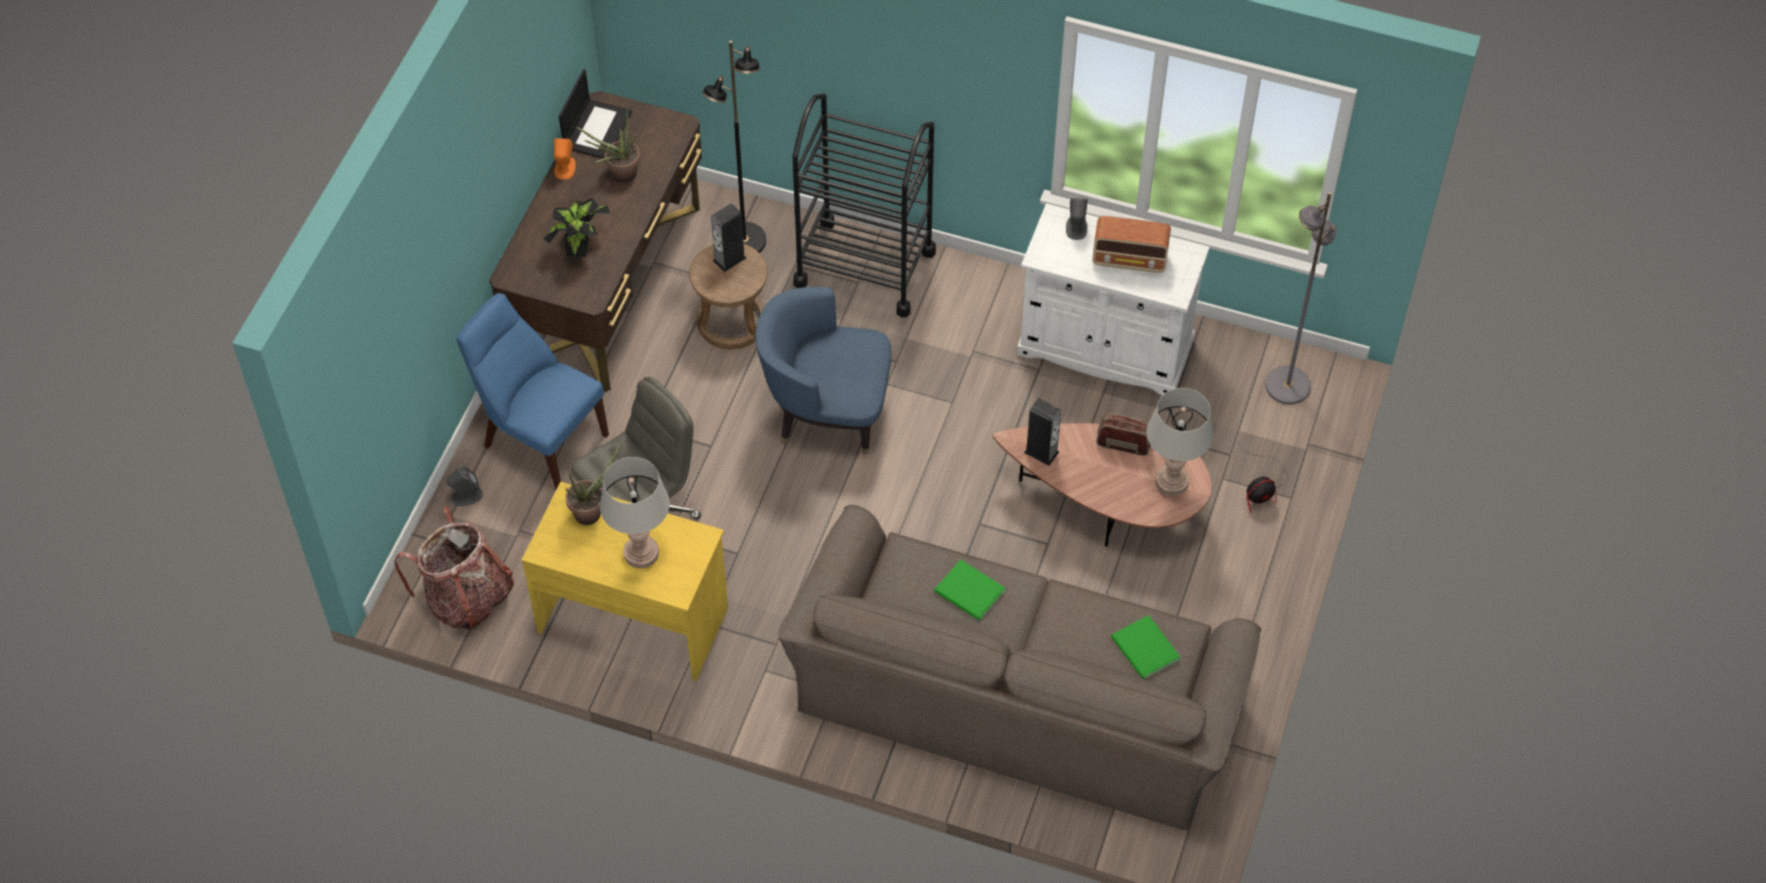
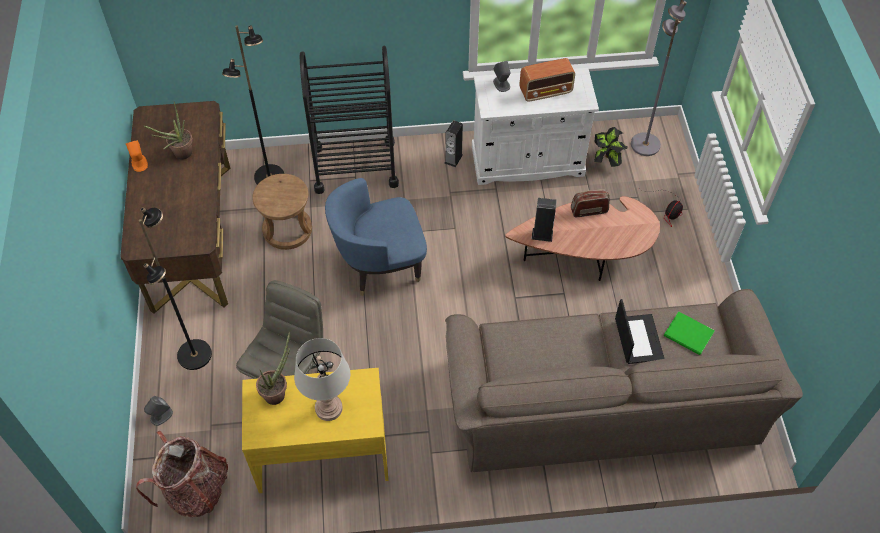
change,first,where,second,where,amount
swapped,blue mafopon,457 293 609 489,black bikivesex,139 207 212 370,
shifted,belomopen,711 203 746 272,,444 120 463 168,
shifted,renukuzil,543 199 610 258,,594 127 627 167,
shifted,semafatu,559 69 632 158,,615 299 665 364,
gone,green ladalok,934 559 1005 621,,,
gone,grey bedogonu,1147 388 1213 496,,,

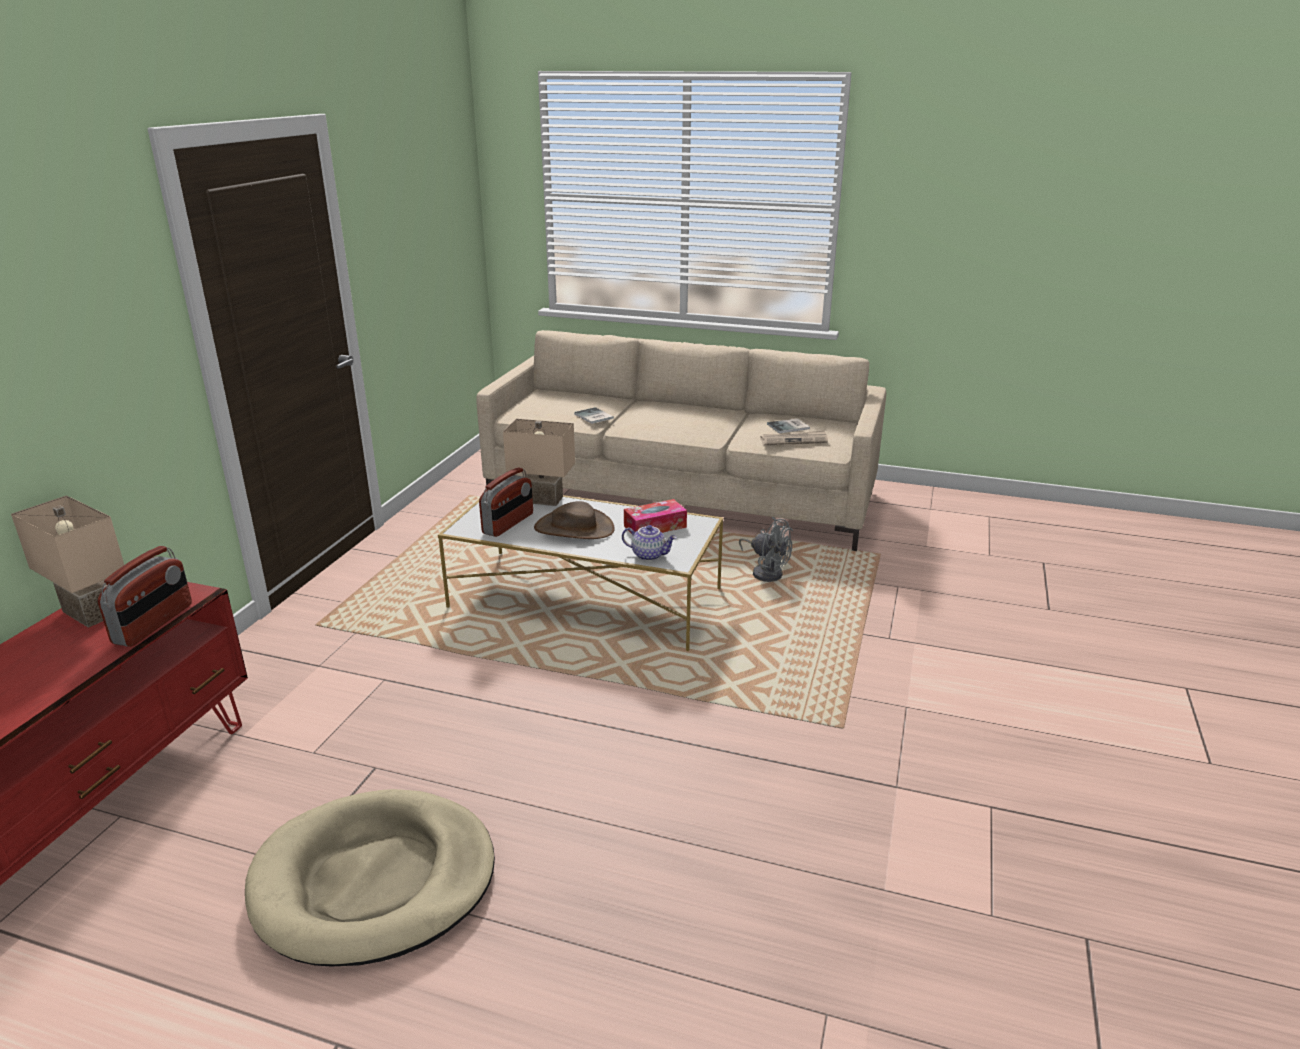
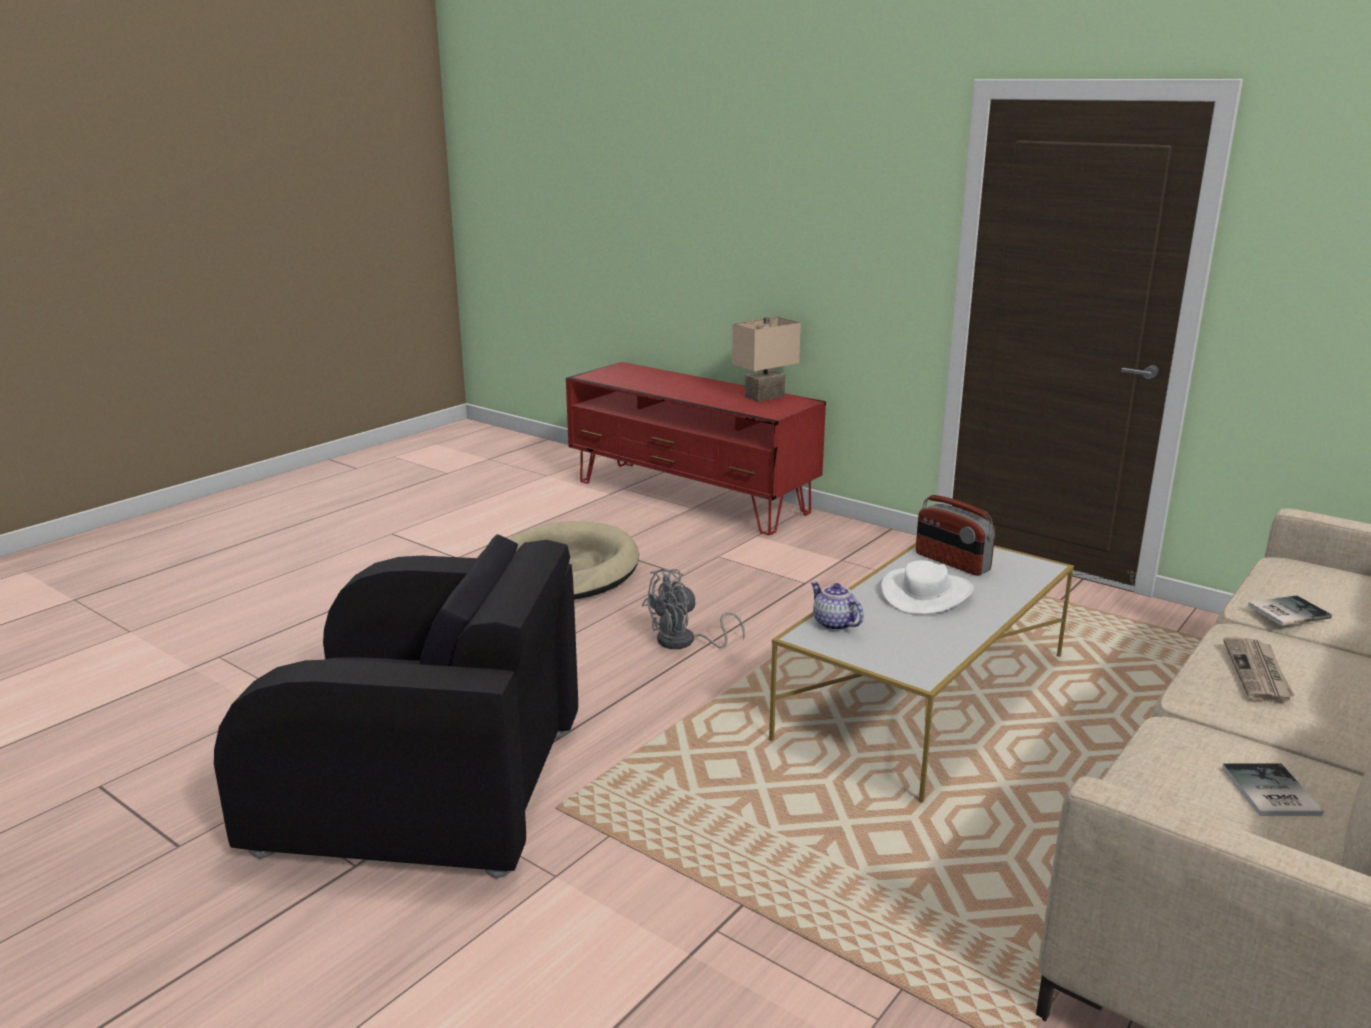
change,first,where,second,where,amount
new,,,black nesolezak,214 534 578 879,
shifted,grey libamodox,739 517 793 582,,642 569 745 649,
rotated,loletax,622 525 677 561,,810 581 864 631,105 degrees clockwise
repainted,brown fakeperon,534 501 615 539,white fakeperon,881 560 974 615,
shifted,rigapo,760 430 828 445,,1223 637 1295 703,
gone,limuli,98 546 192 647,,,
gone,beige bedogonu,503 419 575 506,,,
gone,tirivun,624 499 687 534,,,

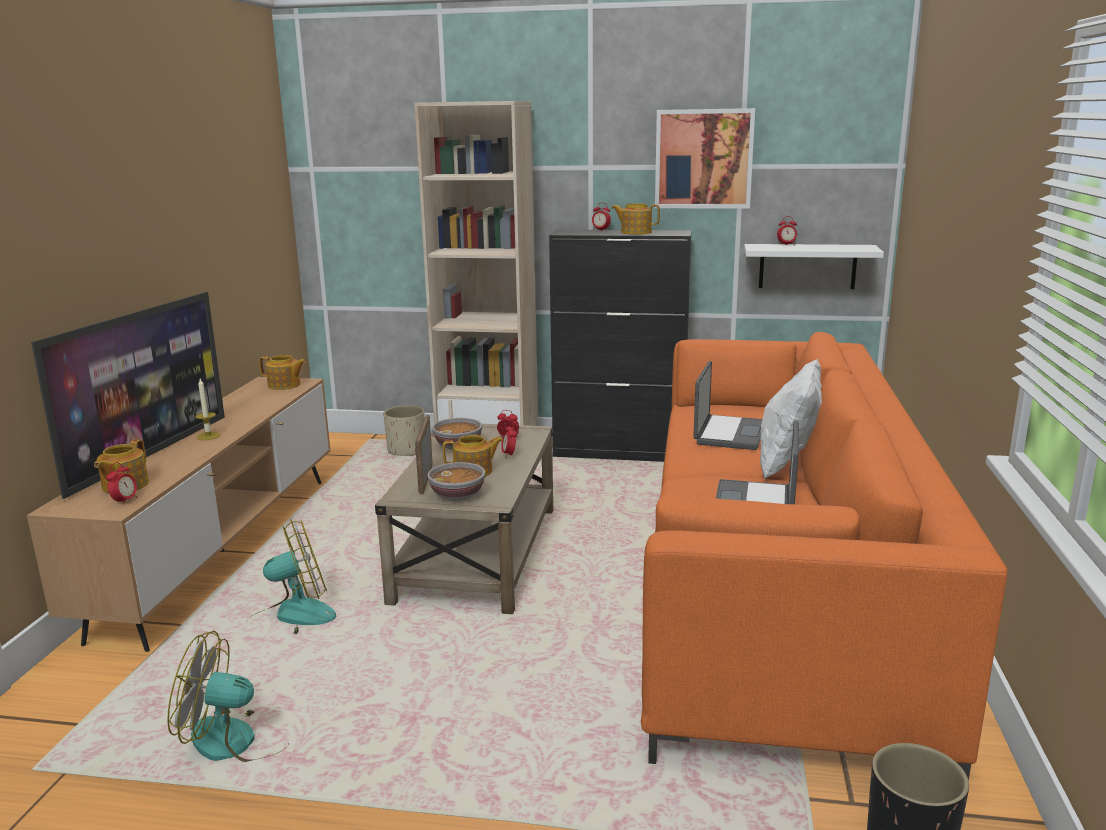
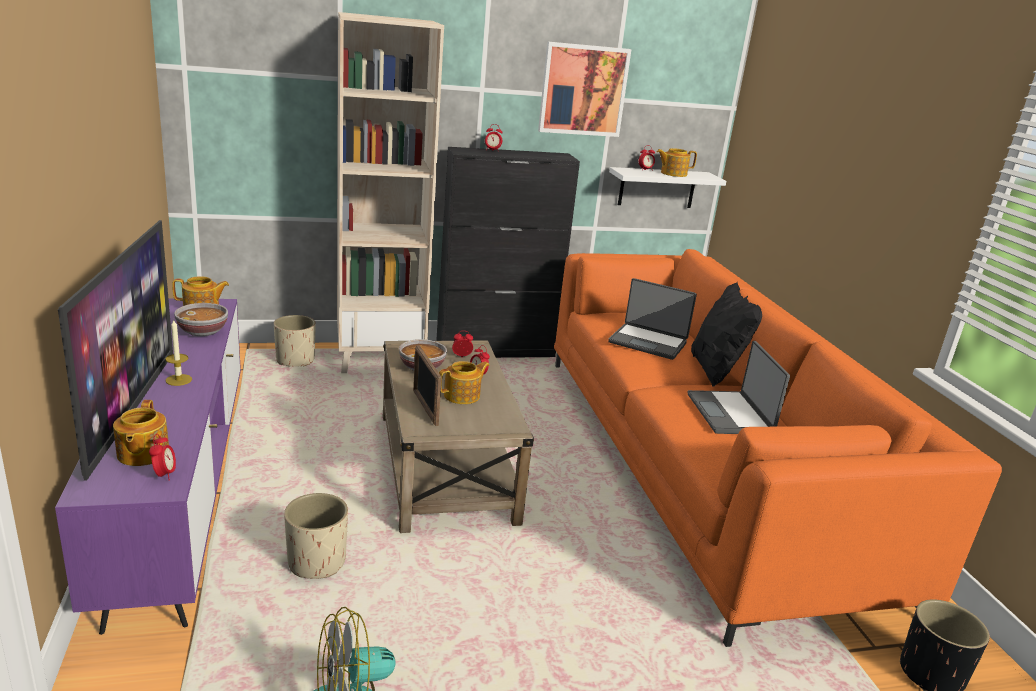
change,first,where,second,where,amount
repainted,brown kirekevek,27 377 330 652,purple kirekevek,55 298 241 635,
shifted,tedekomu,428 462 485 501,,174 303 228 336,
swapped,libamodox,246 518 336 635,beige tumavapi,284 493 348 579,
rotated,semafatu,693 361 762 450,,608 278 697 360,120 degrees clockwise
shifted,loletax,612 203 660 235,,657 148 697 177,
repainted,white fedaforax,760 359 822 479,black fedaforax,691 282 762 387,

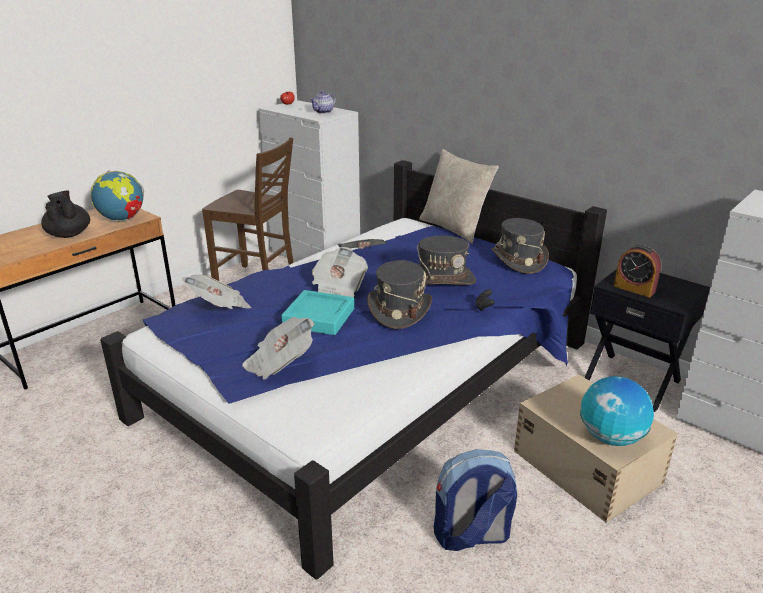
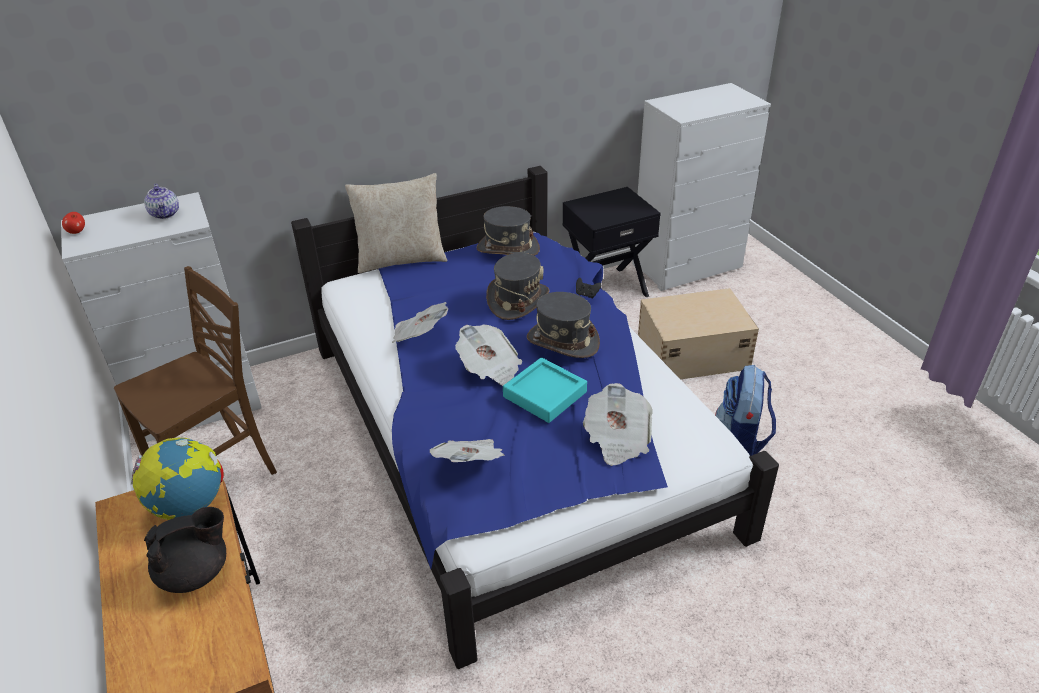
change,first,where,second,where,amount
rotated,black loletax,41 190 90 238,,144 507 226 593,150 degrees clockwise
gone,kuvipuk,580 376 654 446,,,
gone,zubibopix,614 245 661 297,,,

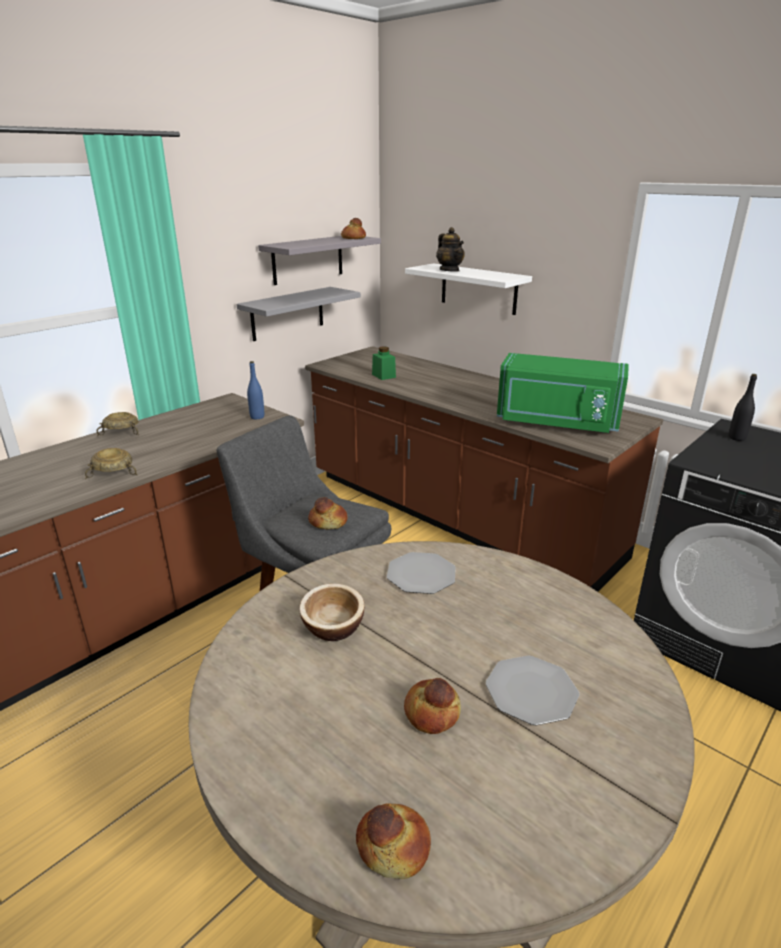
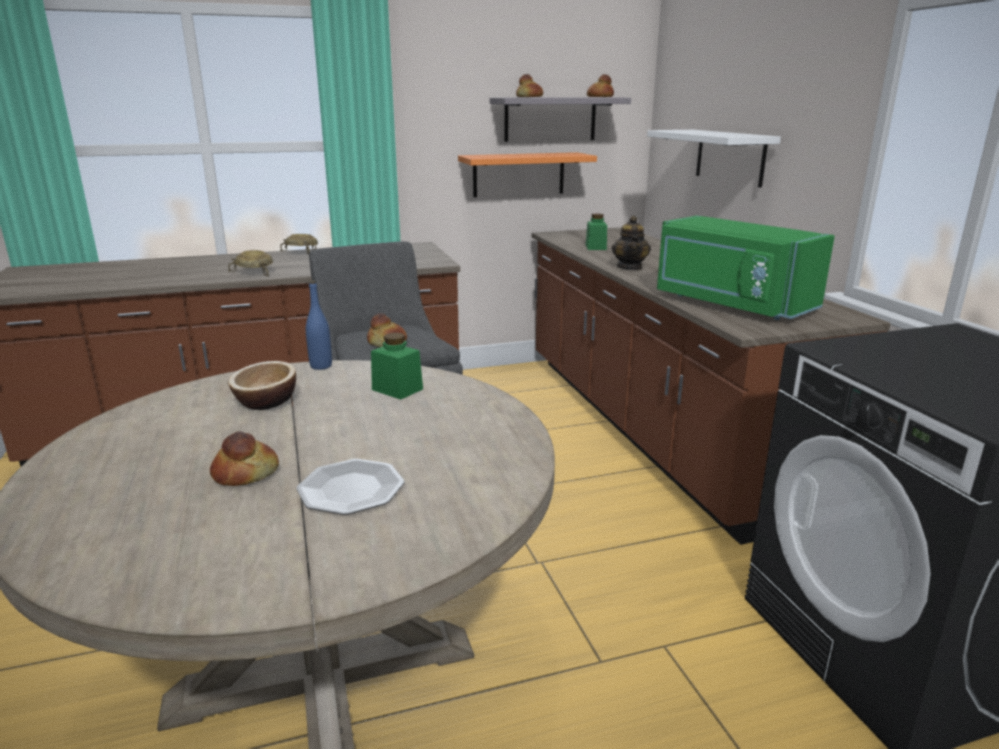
change,first,where,second,where,amount
shifted,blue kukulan,247 361 264 419,,306 281 332 370,
swapped,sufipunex,387 552 456 594,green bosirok,371 333 423 400,
repainted,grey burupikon,237 287 361 341,orange burupikon,458 152 597 197,
shifted,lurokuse,356 803 431 879,,516 74 543 97,
shifted,loletax,436 227 465 272,,611 216 651 270,
gone,black kukulan,729 374 757 441,,,

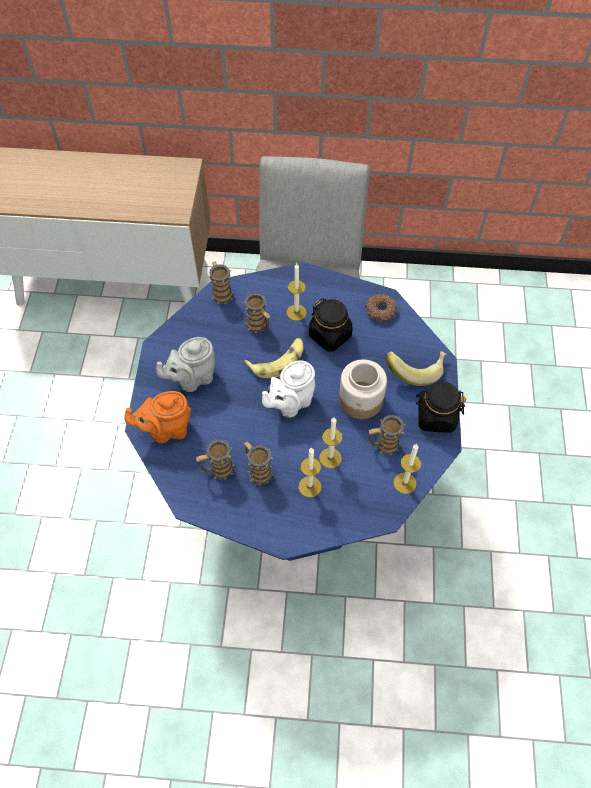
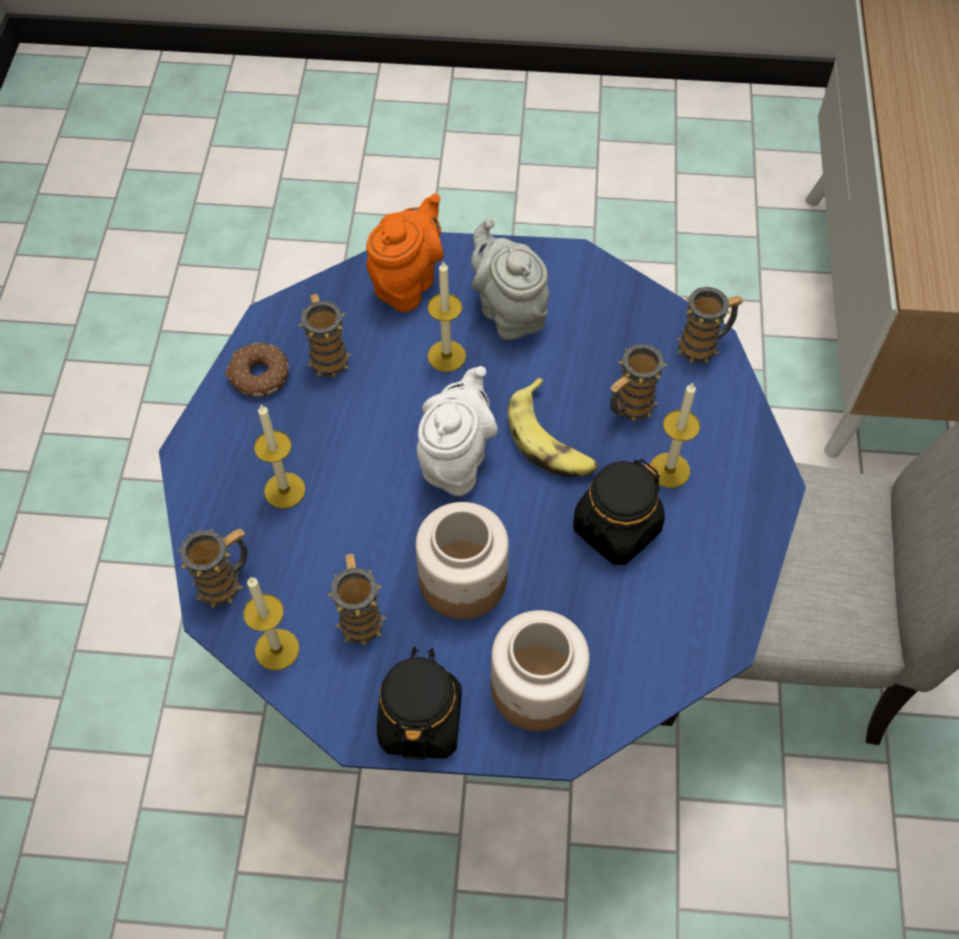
change,first,where,second,where,amount
shifted,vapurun,244 442 274 486,,177 529 247 609,
shifted,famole,366 294 397 322,,225 343 289 397,
rotated,orange loletax,124 391 191 443,,366 194 443 312,45 degrees clockwise
rotated,white loletax,262 360 315 418,,417 366 498 496,60 degrees clockwise
shifted,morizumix,319 417 343 468,,428 262 466 372,
swapped,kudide,386 351 446 386,bosirok,491 610 589 731,

